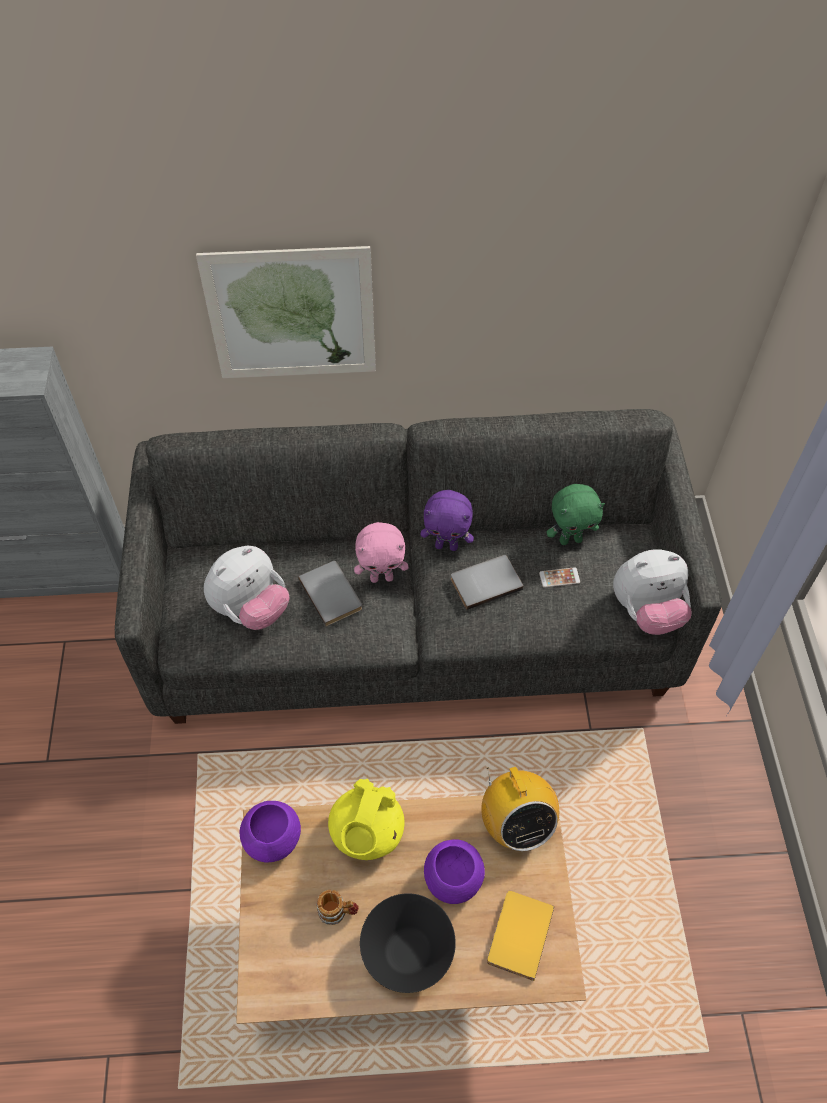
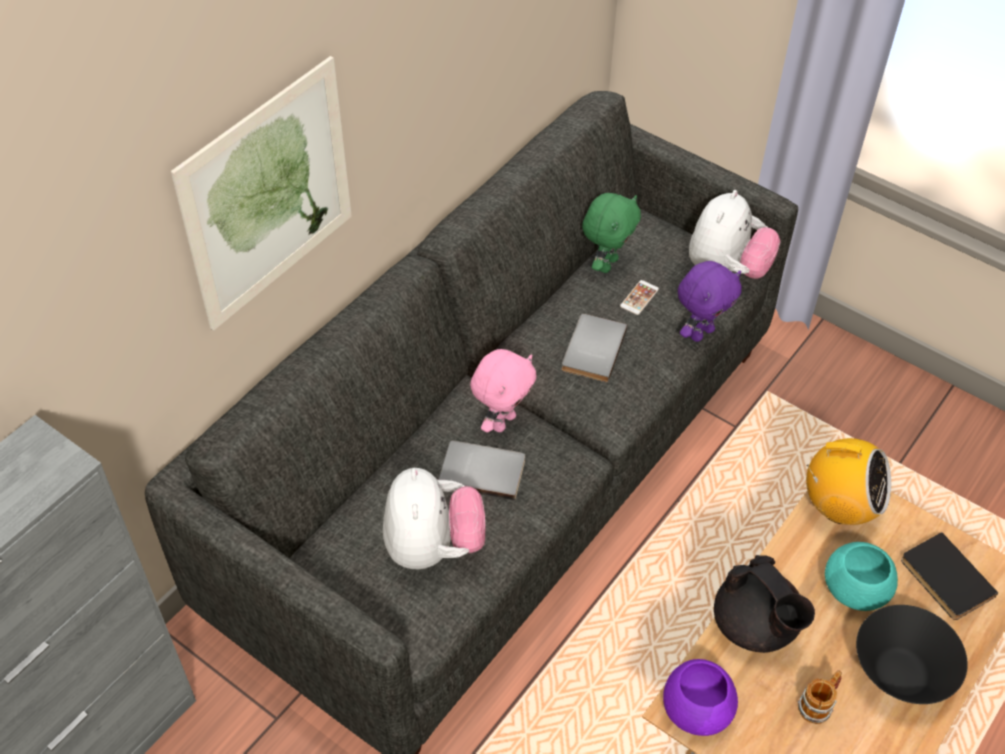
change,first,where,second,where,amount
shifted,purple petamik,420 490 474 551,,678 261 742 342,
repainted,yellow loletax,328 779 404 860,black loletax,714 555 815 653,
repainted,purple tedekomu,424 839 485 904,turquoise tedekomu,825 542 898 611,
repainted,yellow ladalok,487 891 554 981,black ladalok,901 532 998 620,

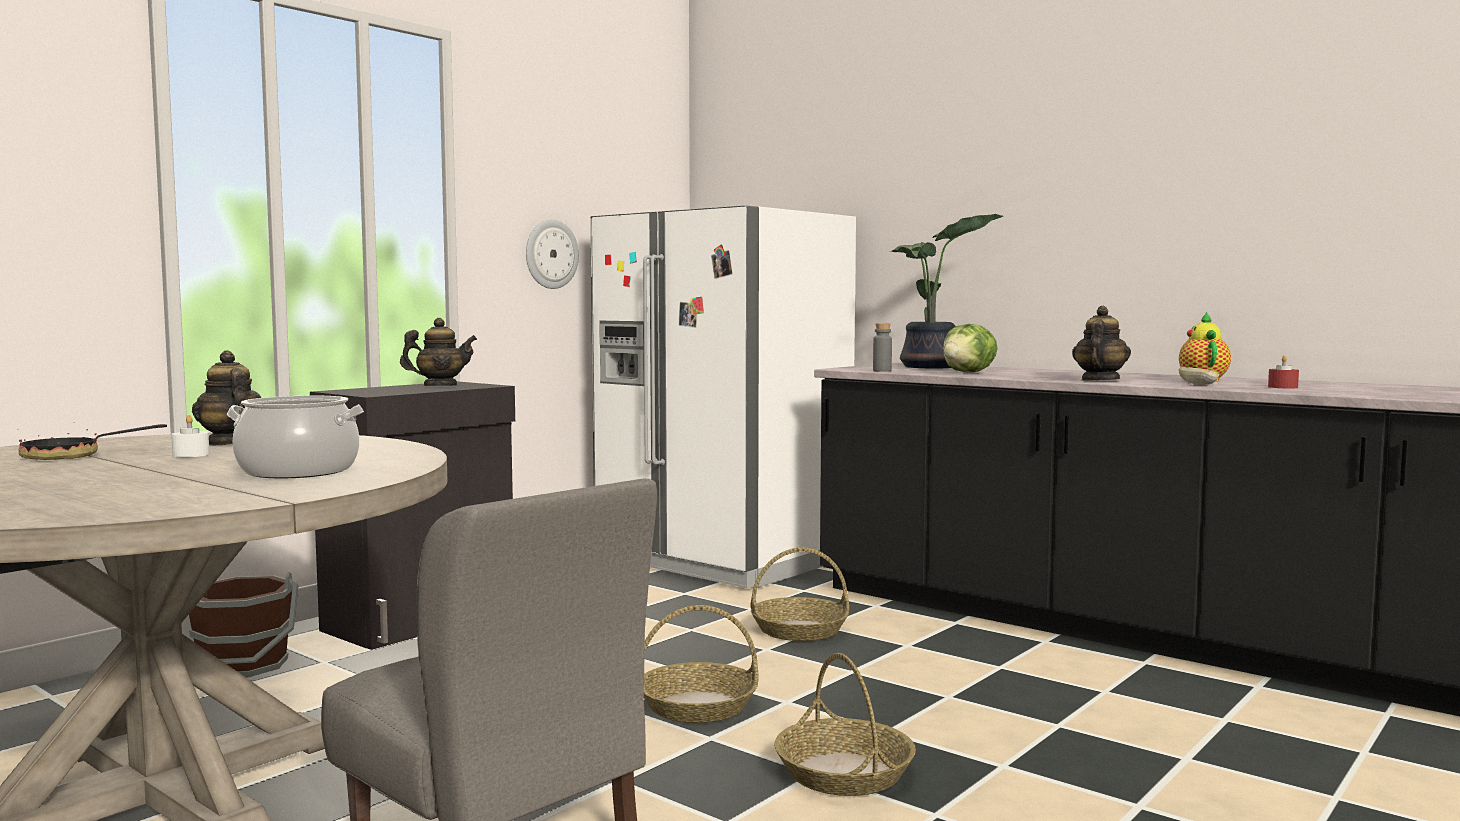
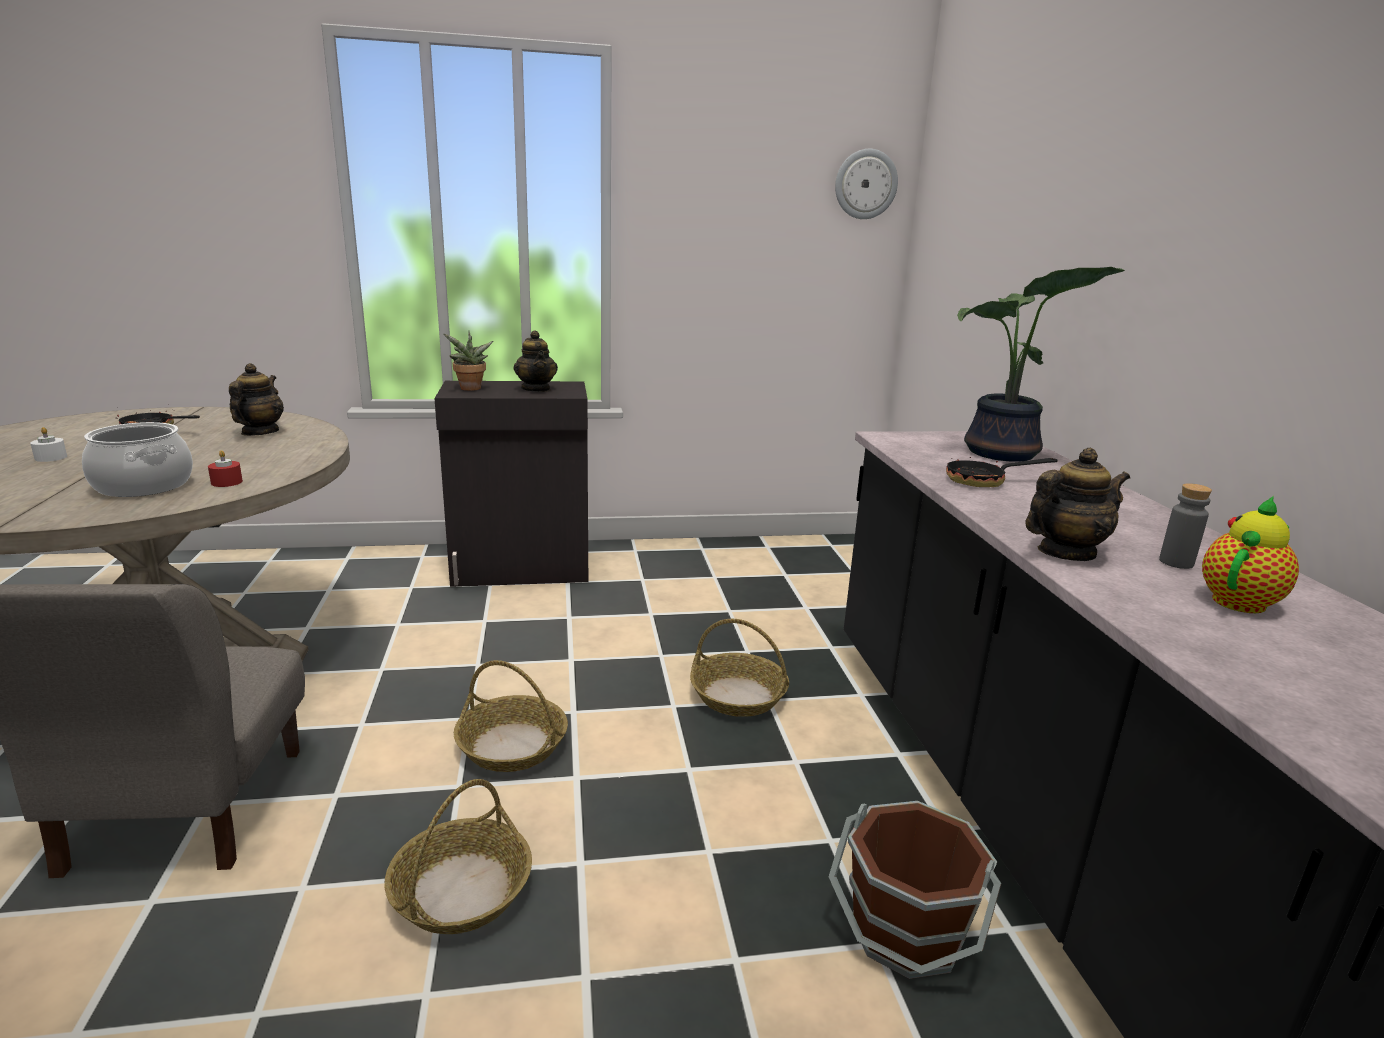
change,first,where,second,where,amount
shifted,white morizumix,171 415 210 458,,30 427 67 462,
shifted,red morizumix,1268 355 1299 389,,208 450 243 487,
new,,,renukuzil,443 331 493 391,
rotated,loletax,400 318 477 386,,513 330 558 392,45 degrees clockwise
shifted,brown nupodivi,189 572 298 678,,829 801 1001 979,
shifted,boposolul,526 220 579 289,,835 149 898 219,
swapped,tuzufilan,943 324 998 373,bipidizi,946 448 1058 487,
shifted,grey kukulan,873 323 892 372,,1159 483 1212 569,
gone,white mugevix,590 205 856 588,,,
gone,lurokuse,1179 366 1219 385,,,

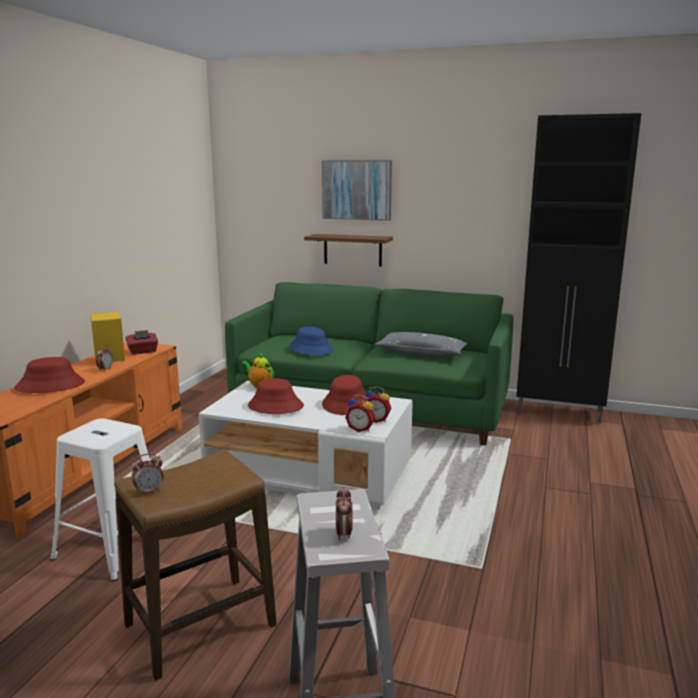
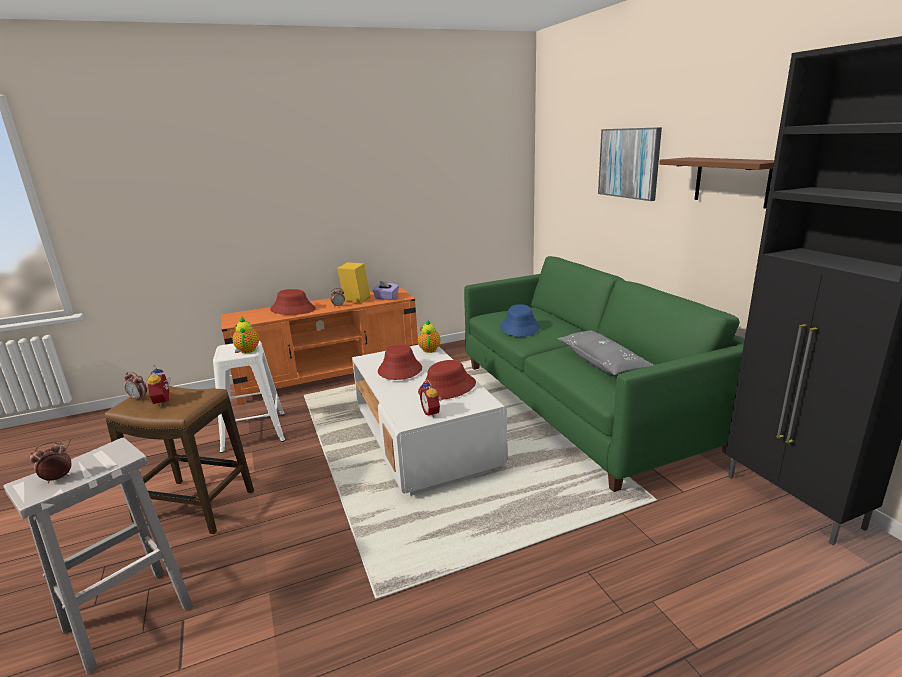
change,first,where,second,where,amount
shifted,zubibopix,345 395 375 432,,147 365 171 406,
new,,,loletax,233 317 259 353,
repainted,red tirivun,125 330 158 355,purple tirivun,372 281 399 300,
shifted,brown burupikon,304 234 393 267,,659 157 774 208,

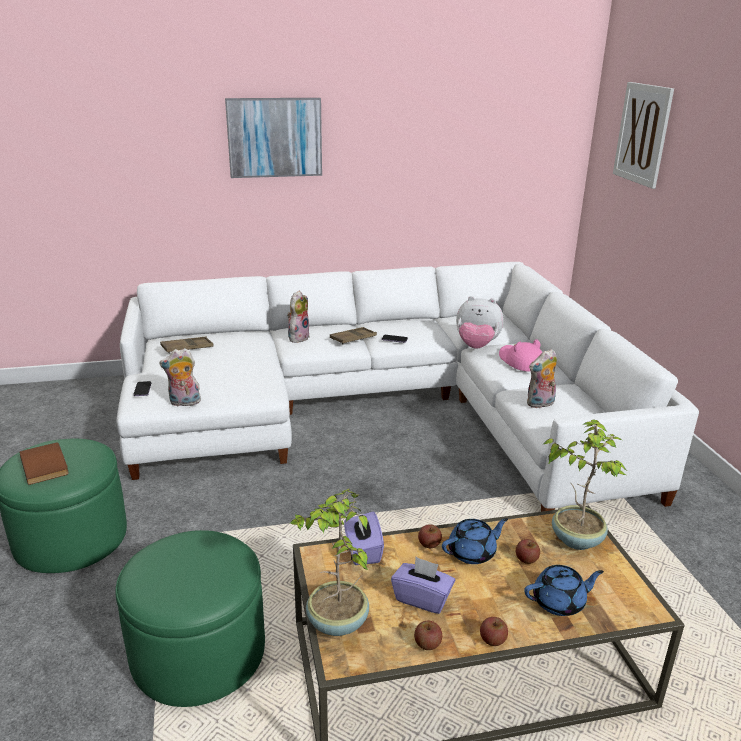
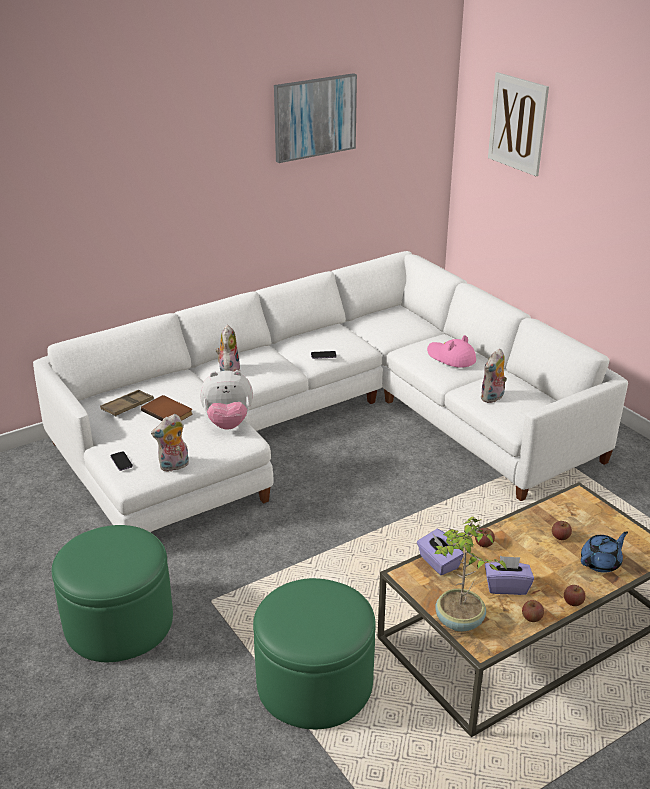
change,first,where,second,where,amount
shifted,brown ladalok,20 443 69 485,,141 395 192 421,
shifted,petamik,456 296 504 349,,200 370 253 430,
shifted,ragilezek,225 98 322 178,,274 73 357 163,
gone,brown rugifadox,330 327 377 344,,,
gone,blue loletax,442 518 508 564,,,
gone,renukuzil,544 419 626 550,,,

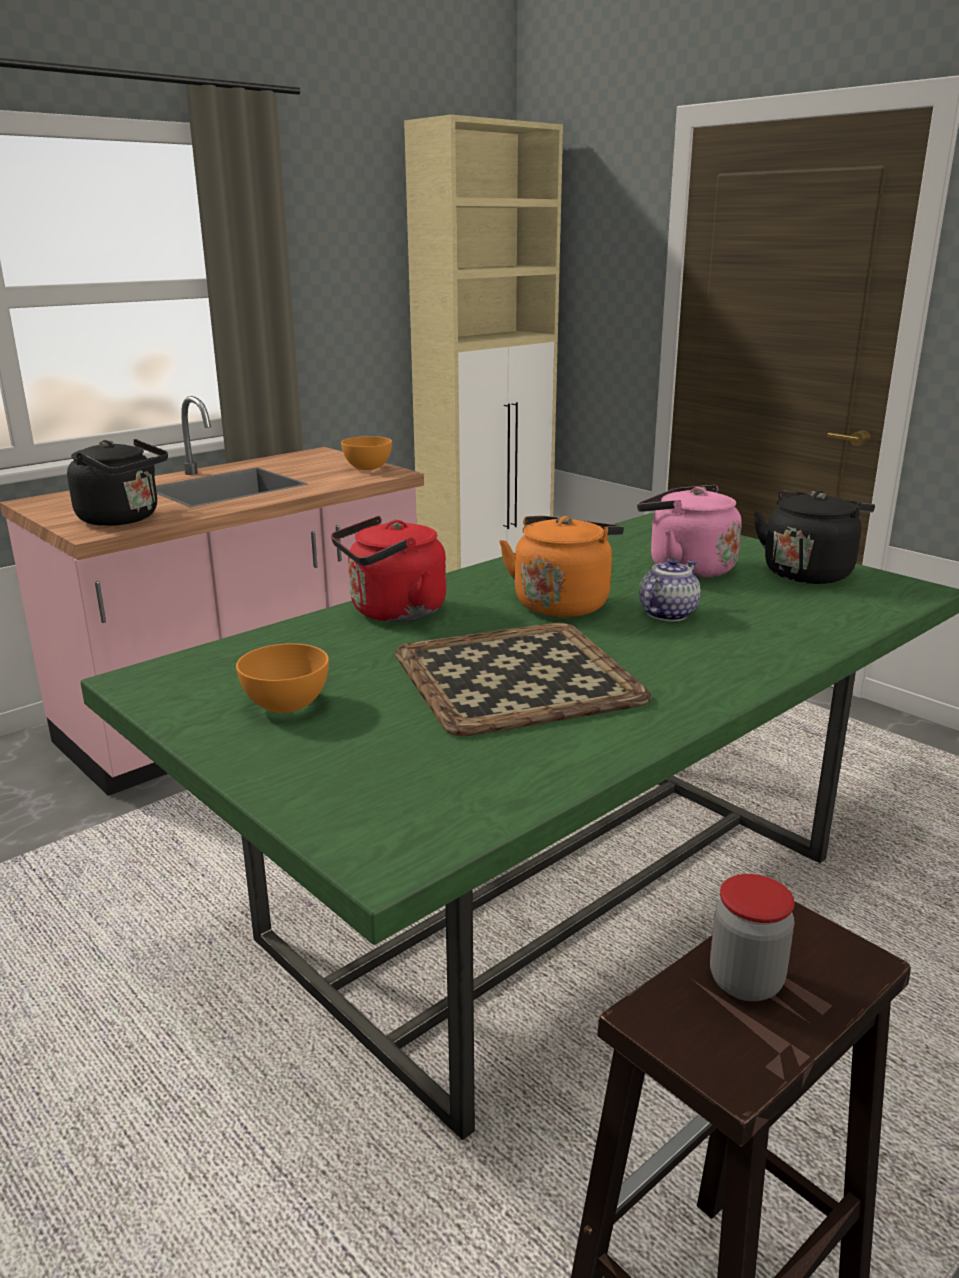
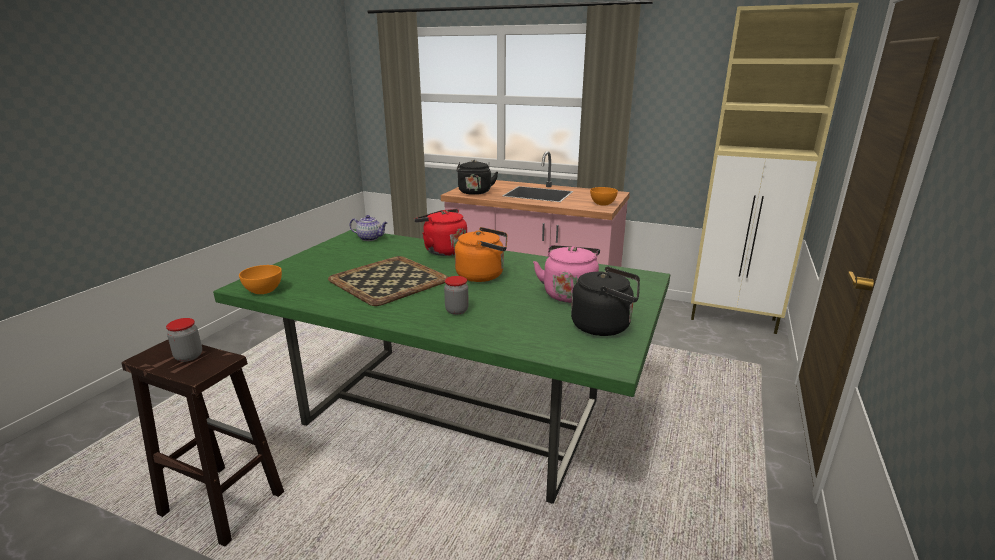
change,first,where,second,where,amount
shifted,orange tedekomu,236 643 329 713,,239 265 282 294,
shifted,loletax,639 558 701 621,,350 215 388 241,
new,,,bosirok,444 276 469 315,

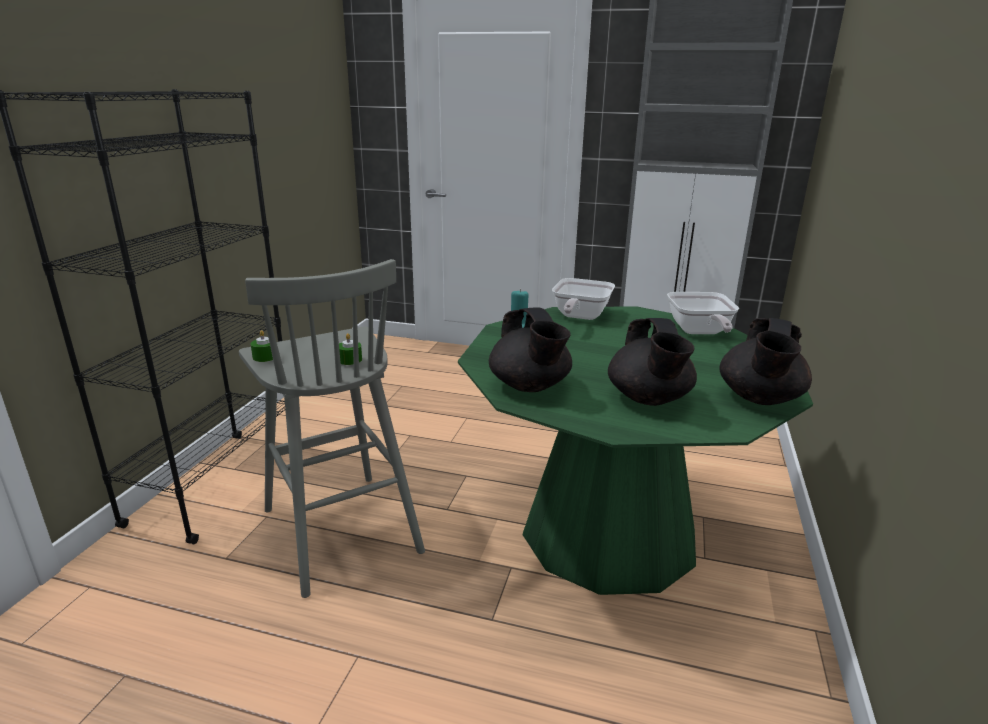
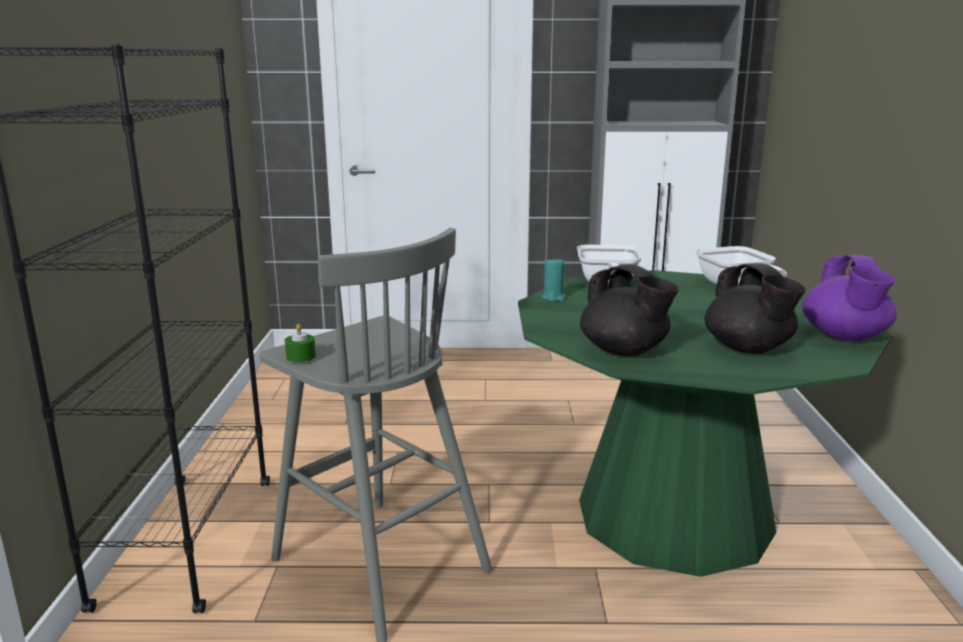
change,first,where,second,where,amount
repainted,black loletax,719 318 812 405,purple loletax,802 255 897 342,
gone,green morizumix,339 333 362 365,,,

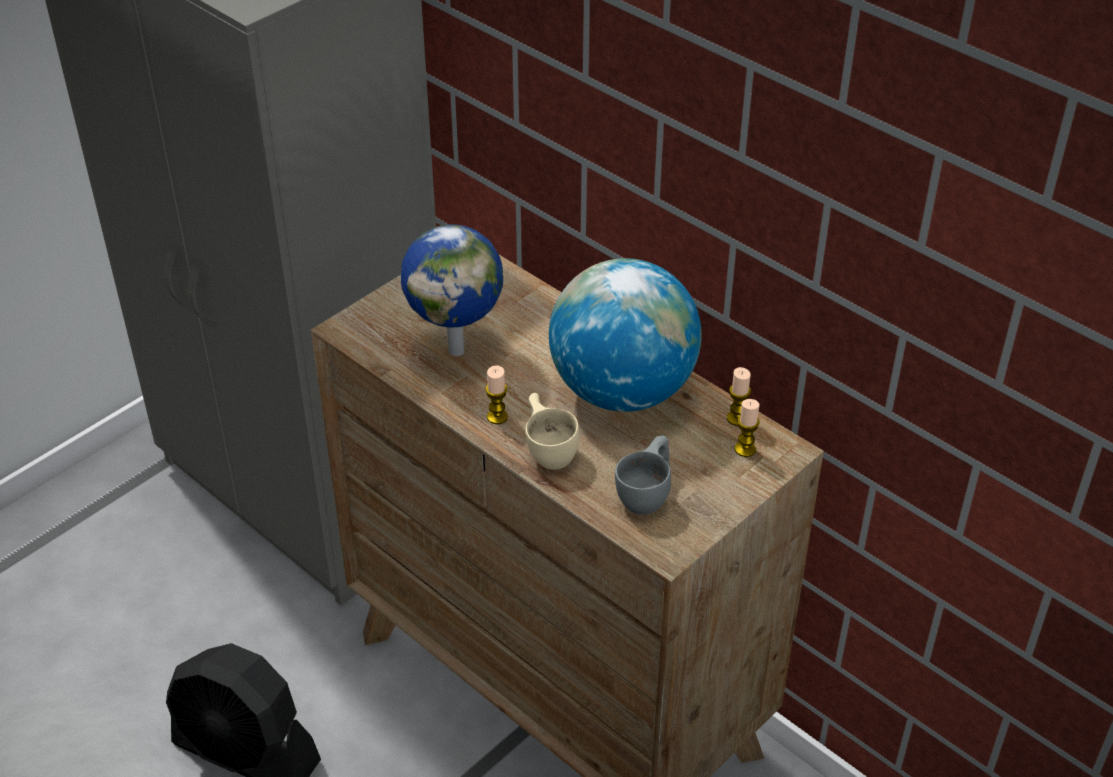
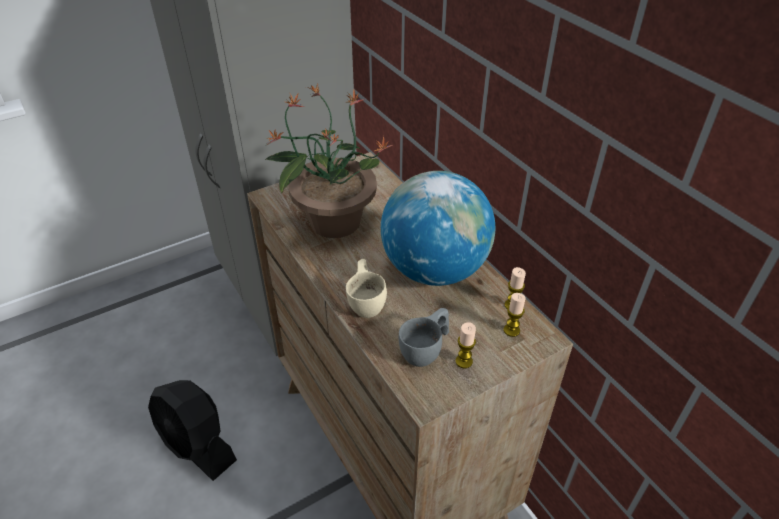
change,first,where,second,where,amount
swapped,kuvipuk,401 224 503 356,renukuzil,265 83 393 238,
shifted,morizumix,486 365 508 424,,456 322 476 368,

